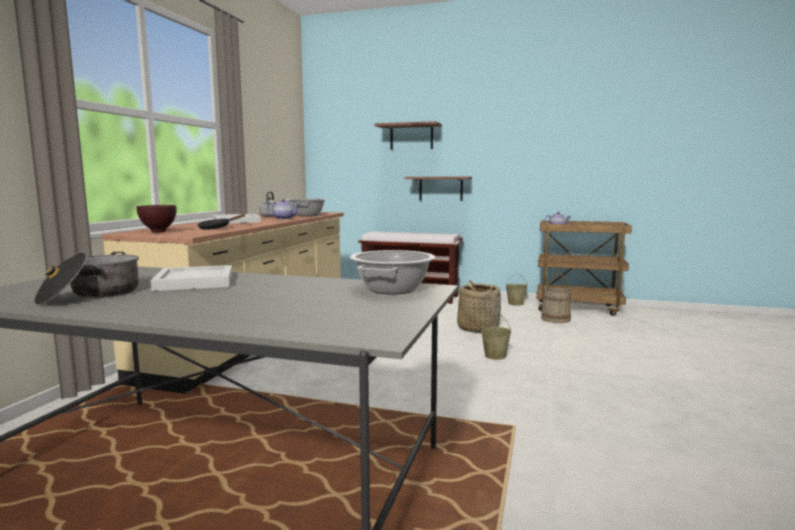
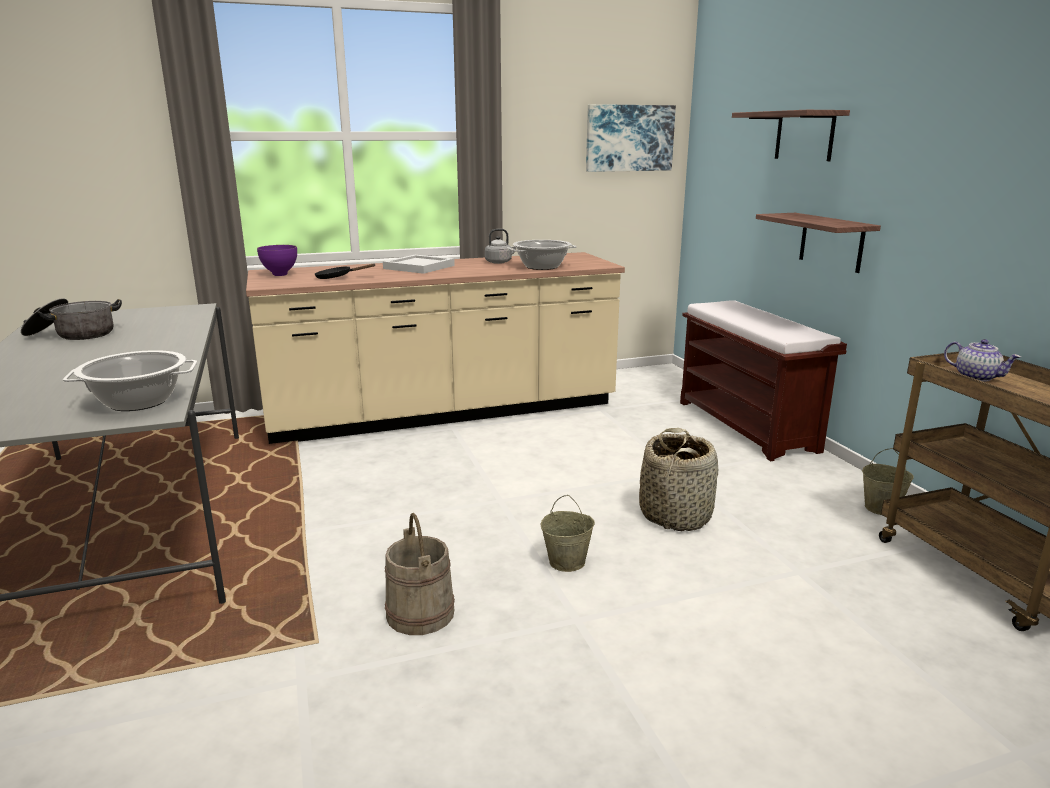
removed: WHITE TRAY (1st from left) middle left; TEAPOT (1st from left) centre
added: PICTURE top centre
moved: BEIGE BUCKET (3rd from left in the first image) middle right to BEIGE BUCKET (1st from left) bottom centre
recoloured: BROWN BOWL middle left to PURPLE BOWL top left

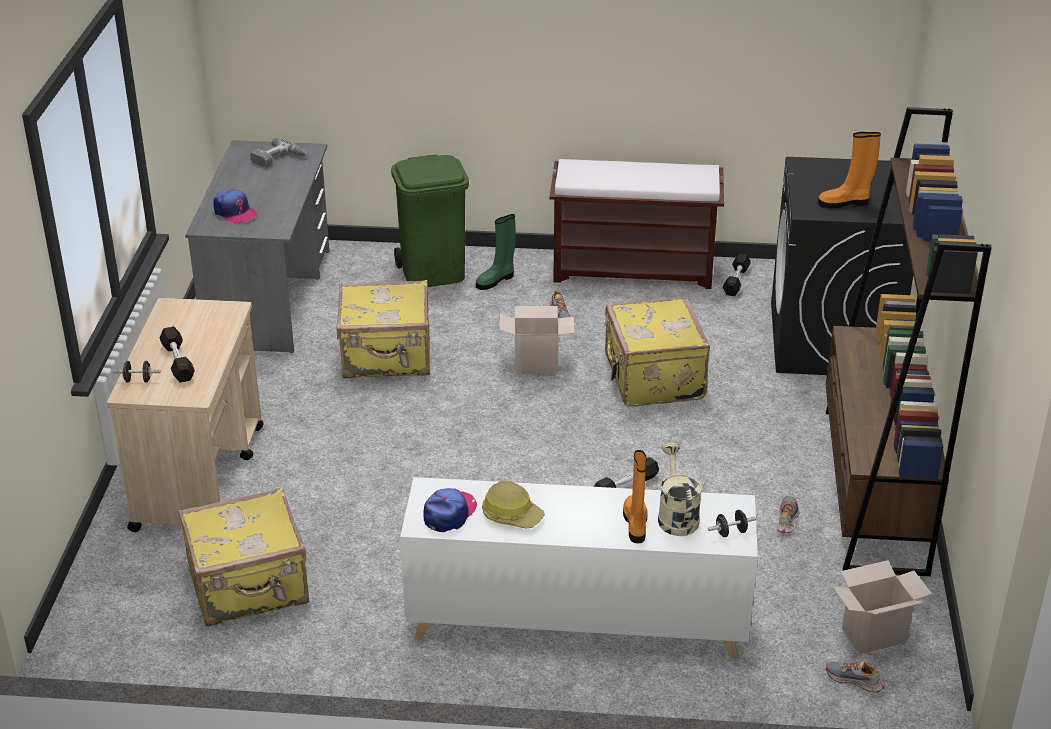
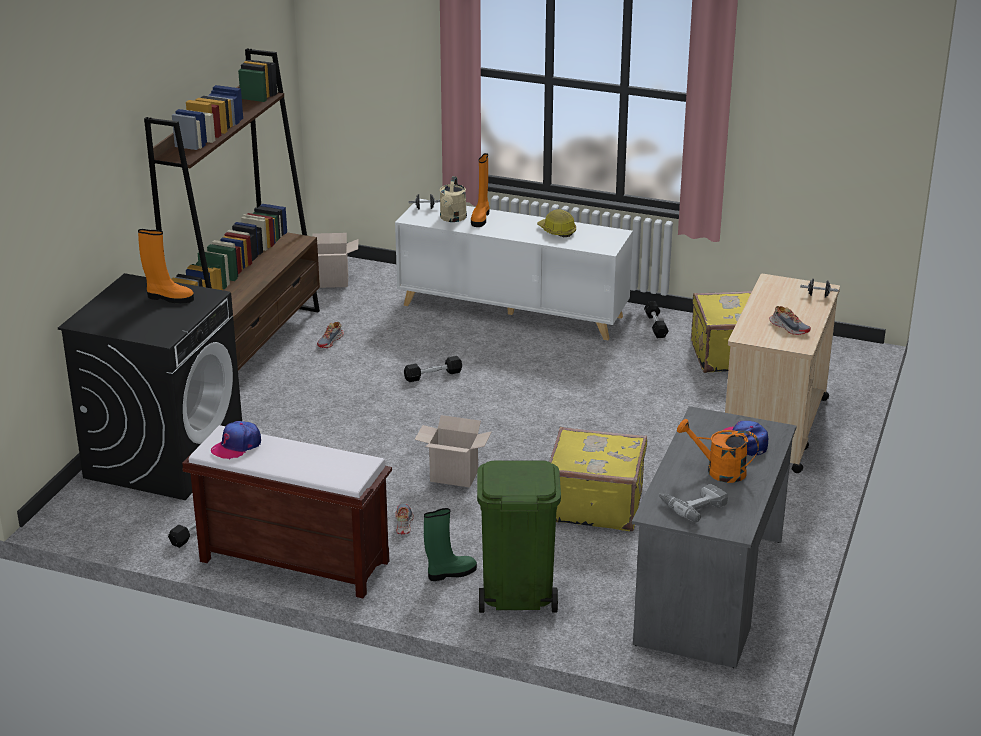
removed: YELLOW SUITCASE (3rd from left) centre
added: ORANGE WATERING CAN middle right
moved: CAP (2nd from left in the first image) bottom centre to CAP (1st from left) middle left; BLACK DUMBBELL (2nd from left in the first image) middle left to BLACK DUMBBELL (4th from left) middle right; SHOE (3rd from left) bottom right to middle right

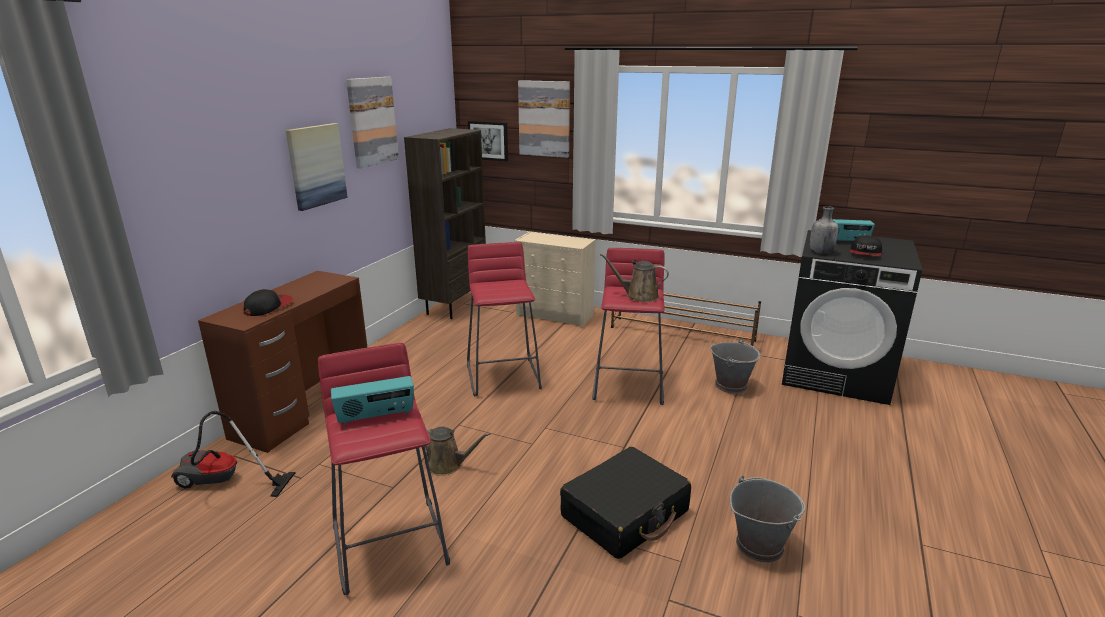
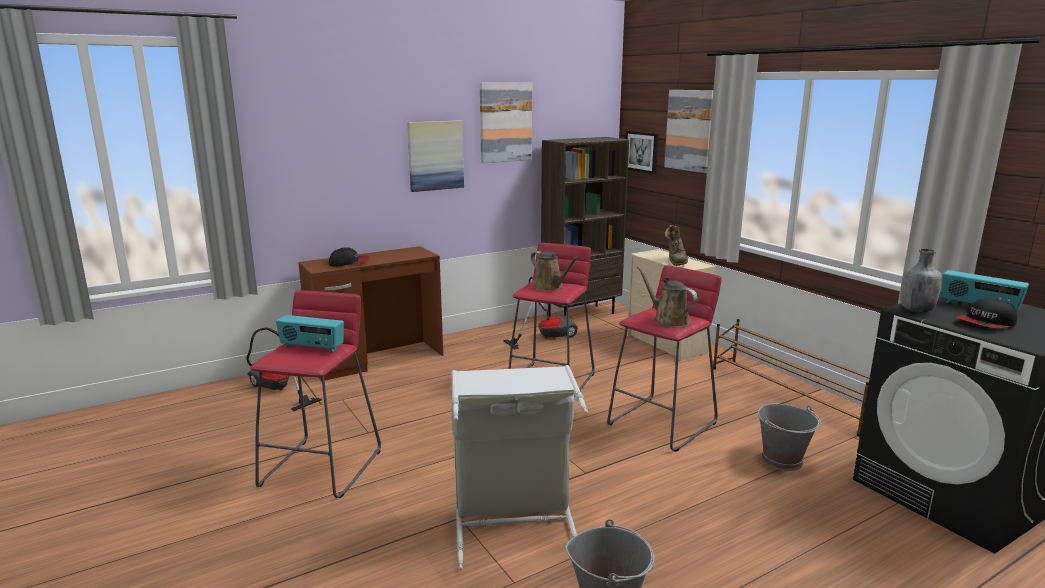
added: VACUUM CLEANER (2nd from left) centre; BROWN BOOT centre
moved: BROWN WATERING CAN (1st from left) bottom centre to centre
replaced: BLACK SUITCASE bottom centre to GREY LAUNDRY BASKET bottom centre

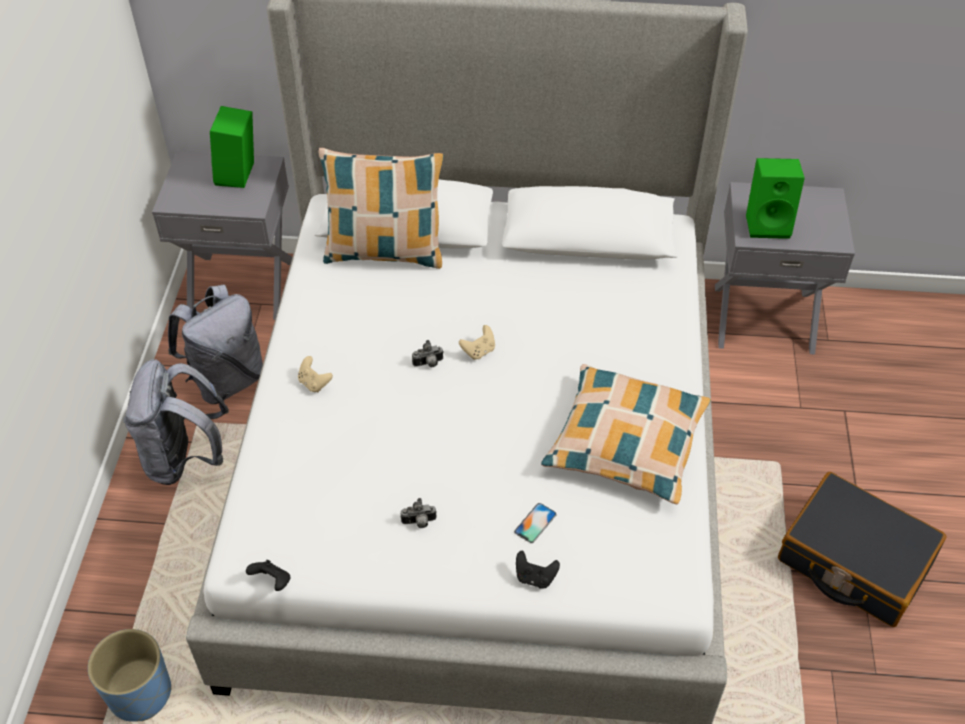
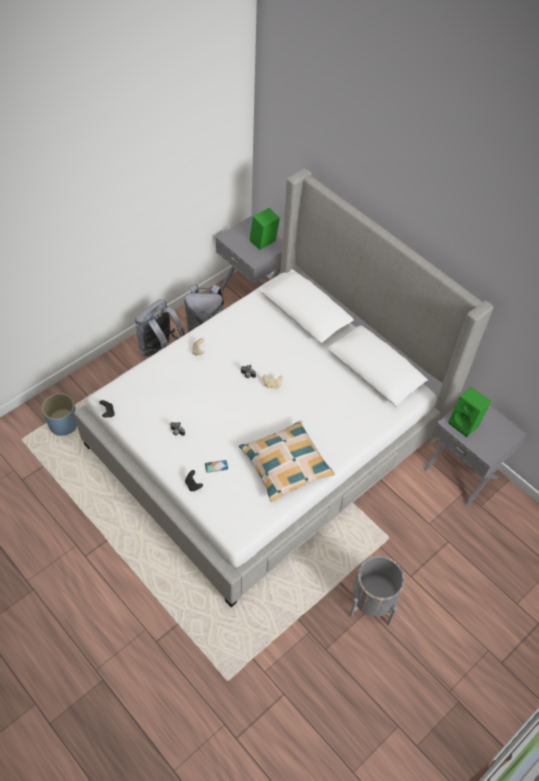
removed: PILLOW (1st from left) top centre
replaced: BLACK SUITCASE bottom right to GREY PLANTER bottom right

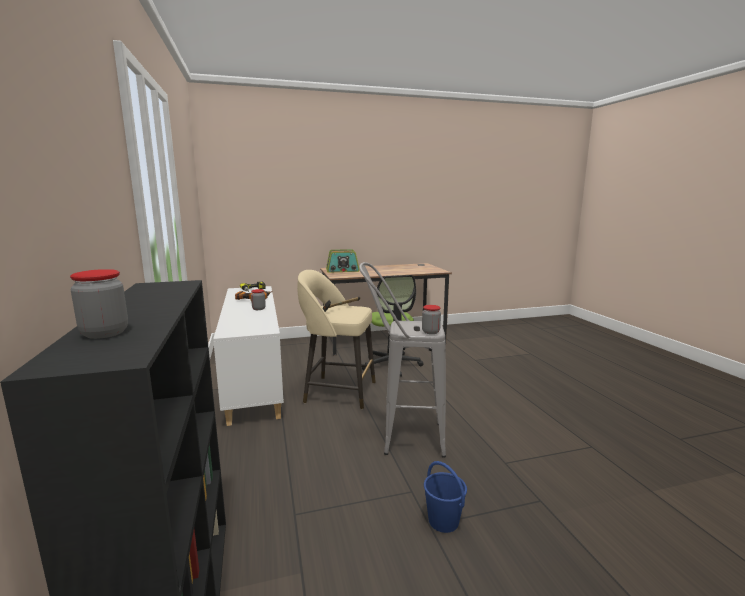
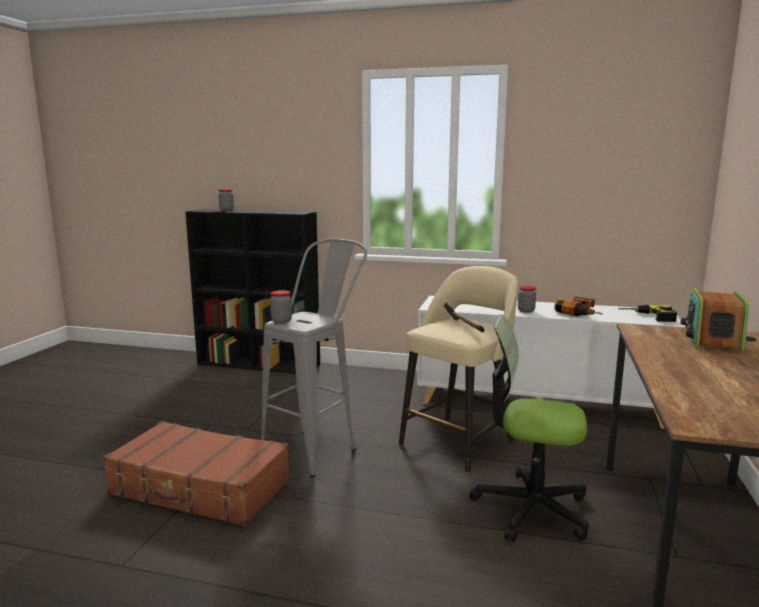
removed: BLUE BUCKET bottom centre
added: BROWN SUITCASE bottom left

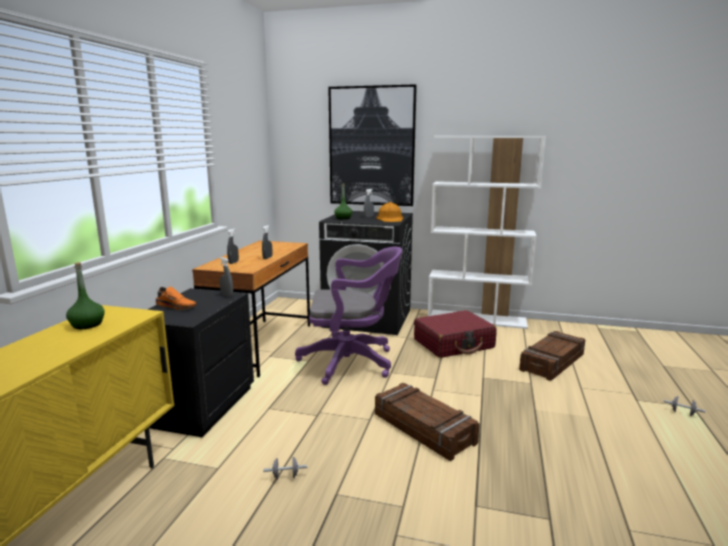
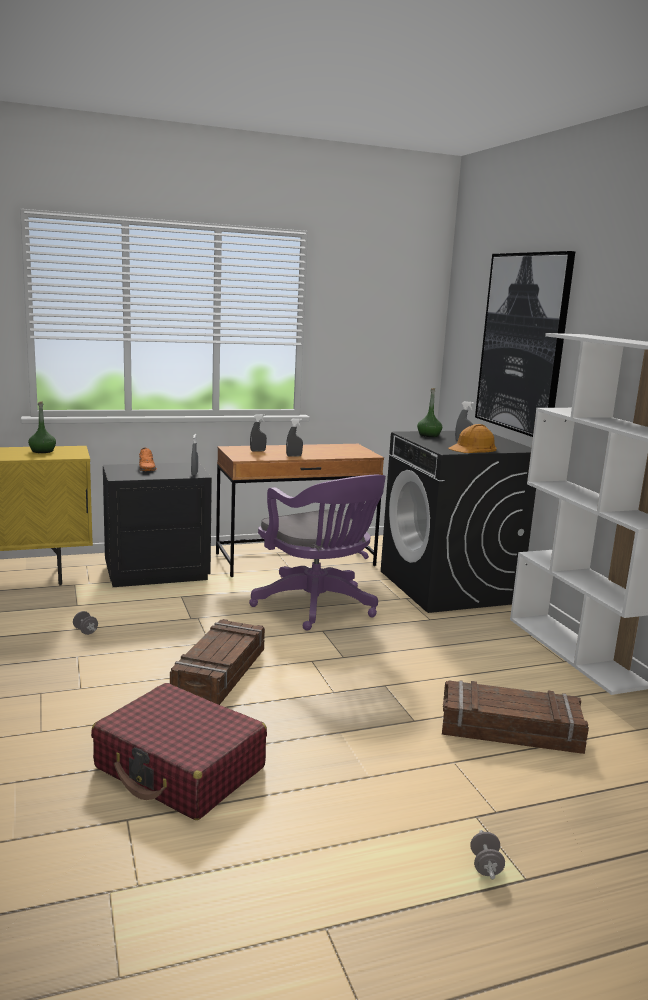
moved: RED SUITCASE centre to bottom left

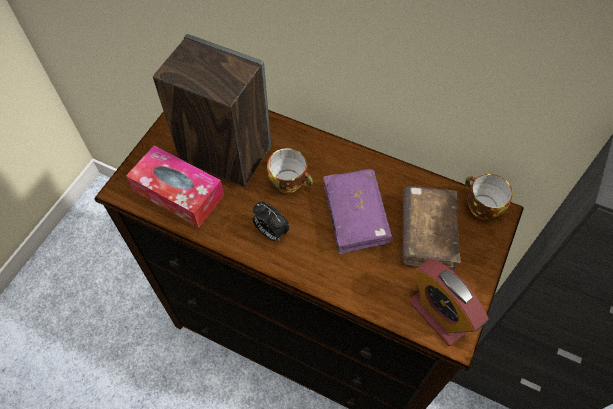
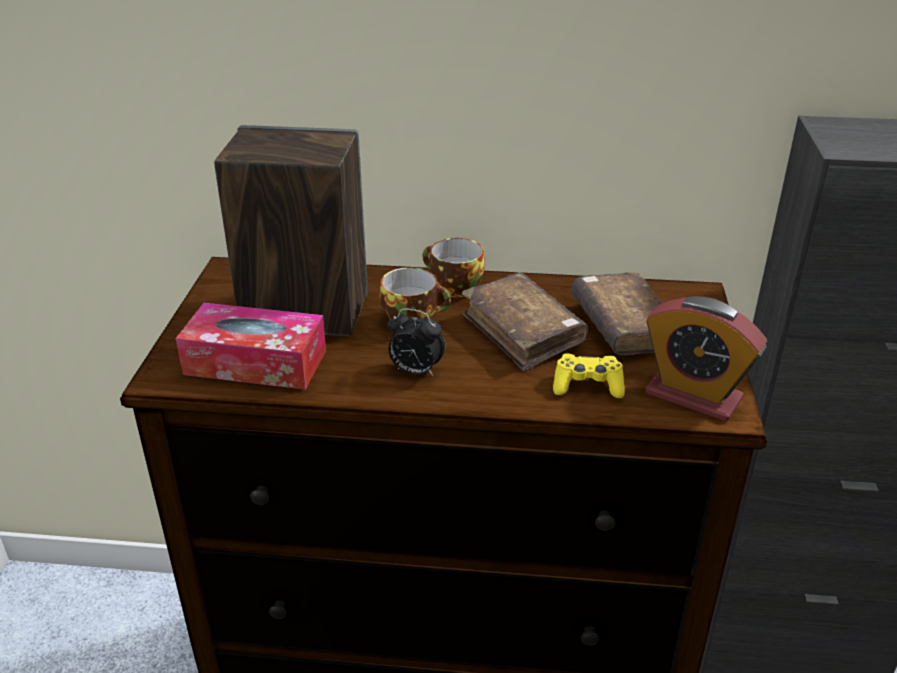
added: YELLOW GAME CONTROLLER centre
moved: CUP (2nd from left) middle right to centre
recoloured: PURPLE BOOK centre to BROWN BOOK (1st from left) centre

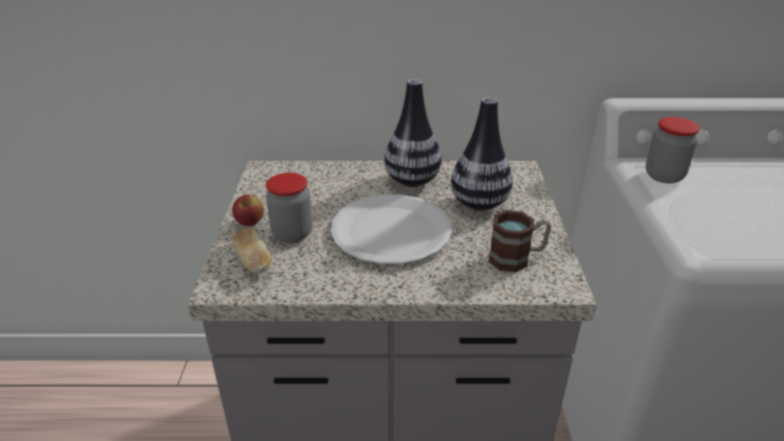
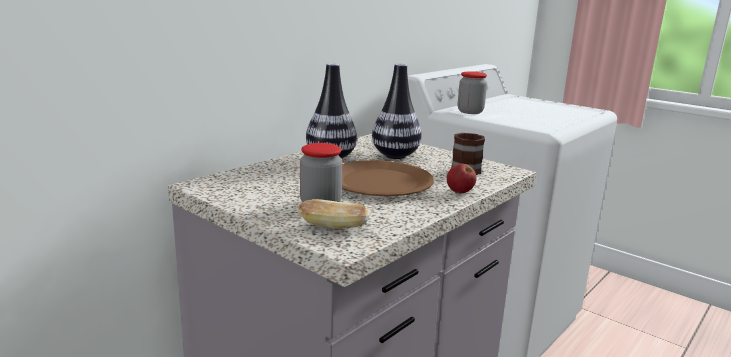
moved: APPLE middle left to centre
recoloured: WHITE PLATE centre to BROWN PLATE centre

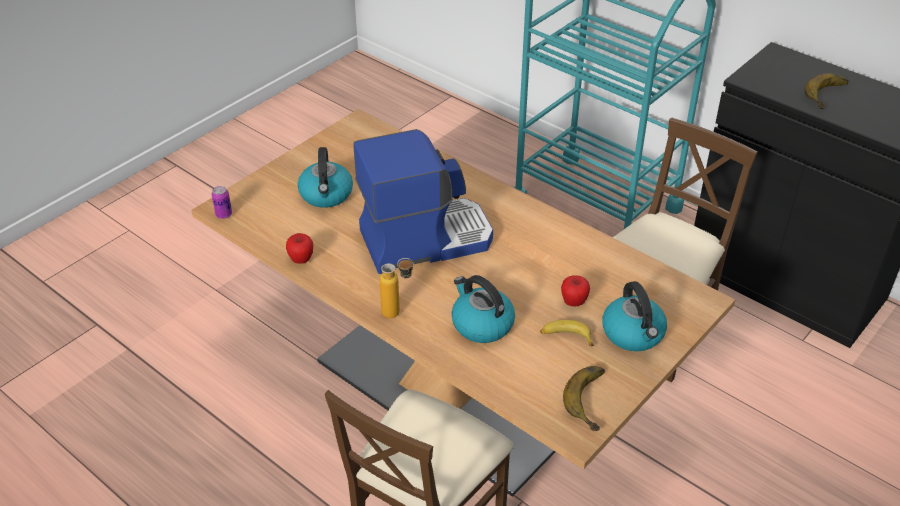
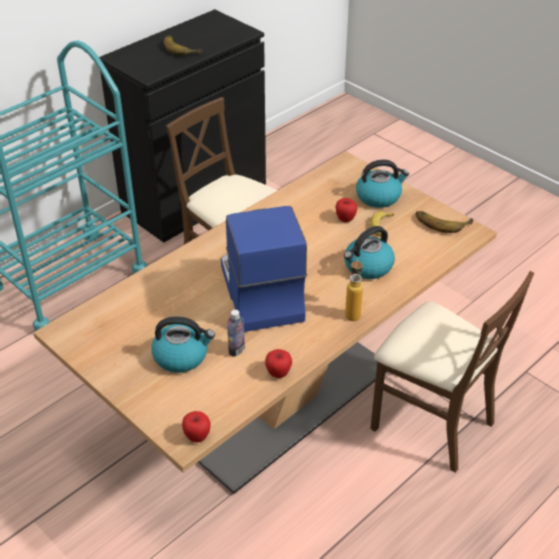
added: BOTTLE (1st from left) centre
replaced: CAN middle left to APPLE (1st from left) bottom centre

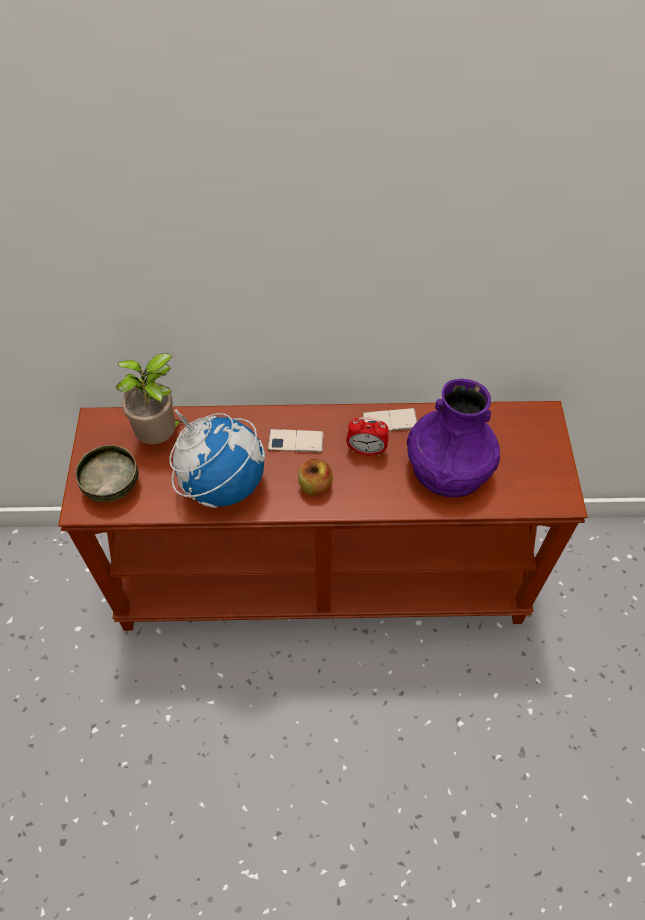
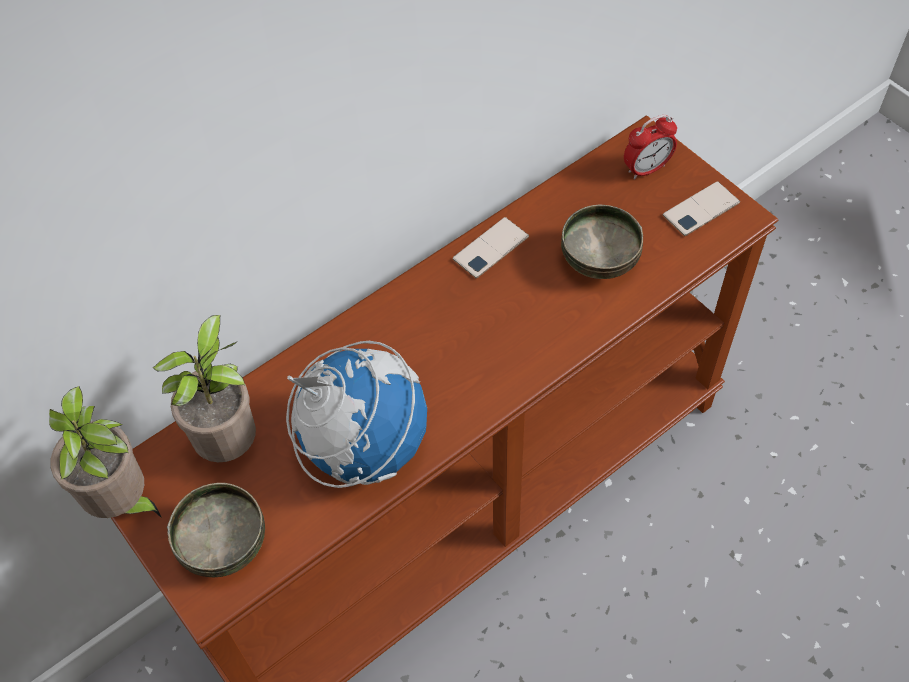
removed: APPLE centre
added: POTTED PLANT (1st from left) middle left
moved: ALARM CLOCK centre to top right; PHONE (1st from left in the first image) centre to PHONE (2nd from left) top right
replaced: PURPLE VASE middle right to BOWL (2nd from left) centre

